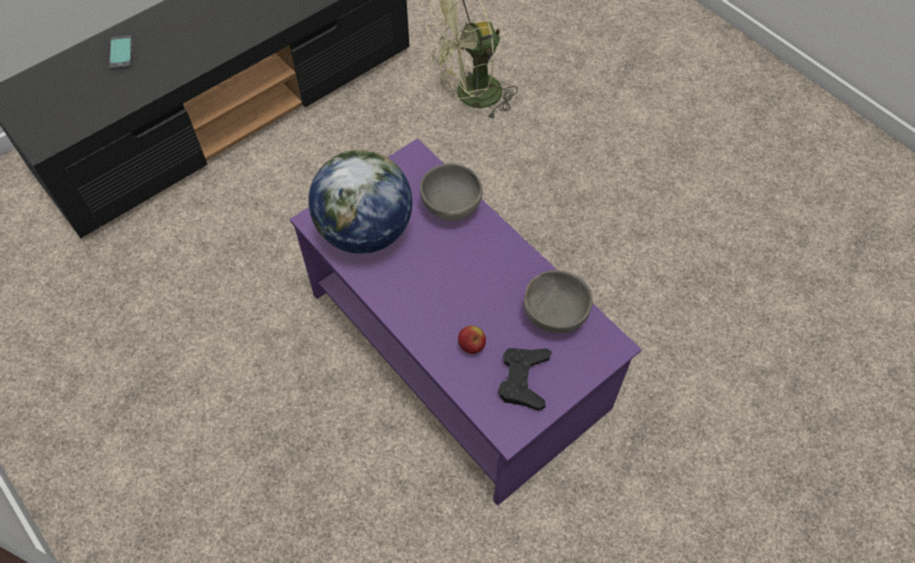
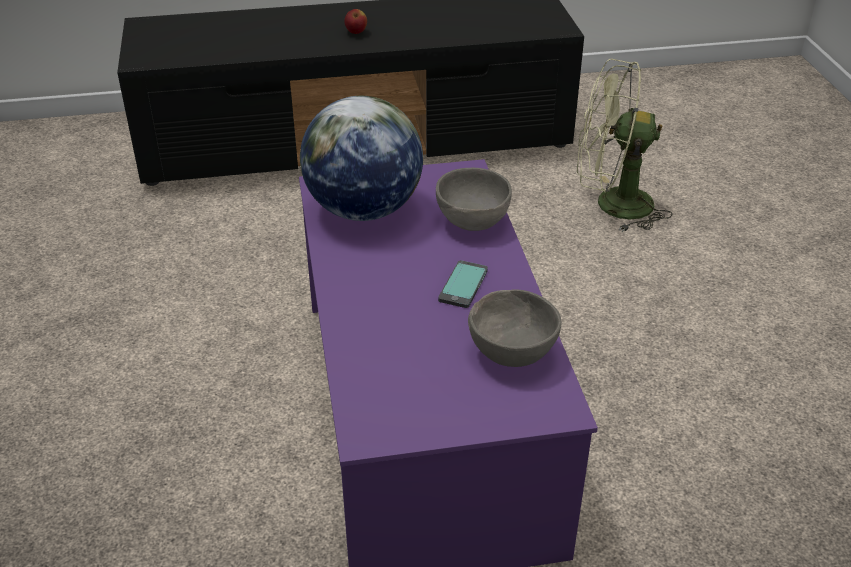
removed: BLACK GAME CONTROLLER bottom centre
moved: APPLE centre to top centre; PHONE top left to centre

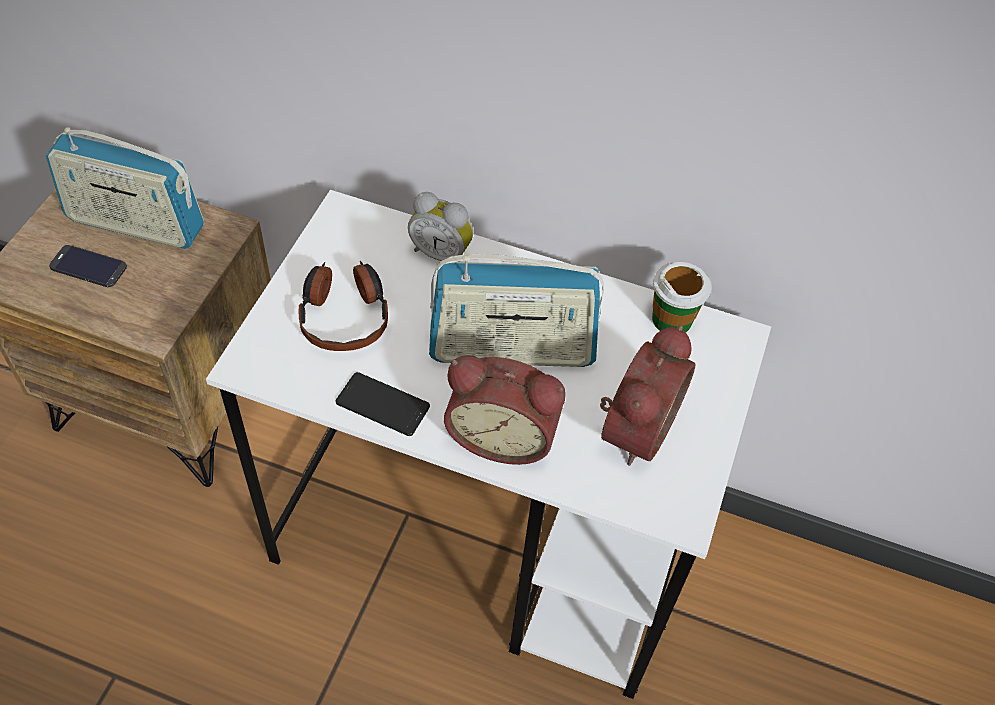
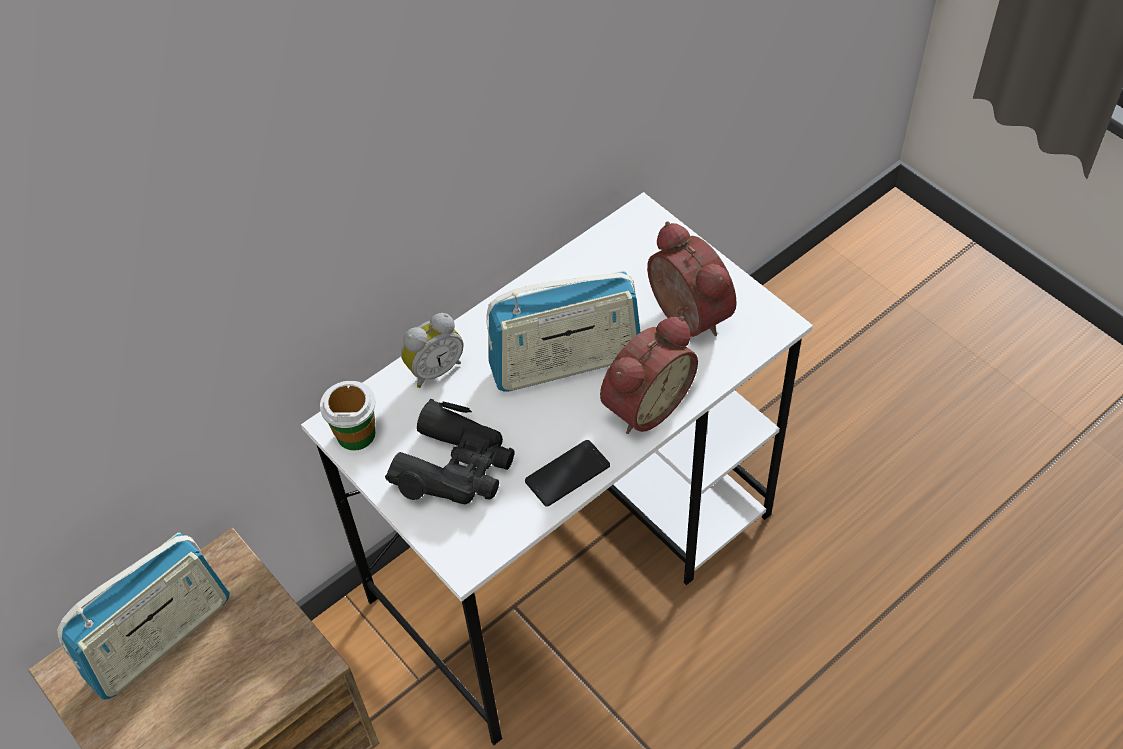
removed: PHONE (1st from left) middle left
moved: CUP middle right to middle left
replaced: HEADPHONES centre to BLACK BINOCULARS centre
turned: RADIO (2nd from left) centre = centre 45 degrees clockwise

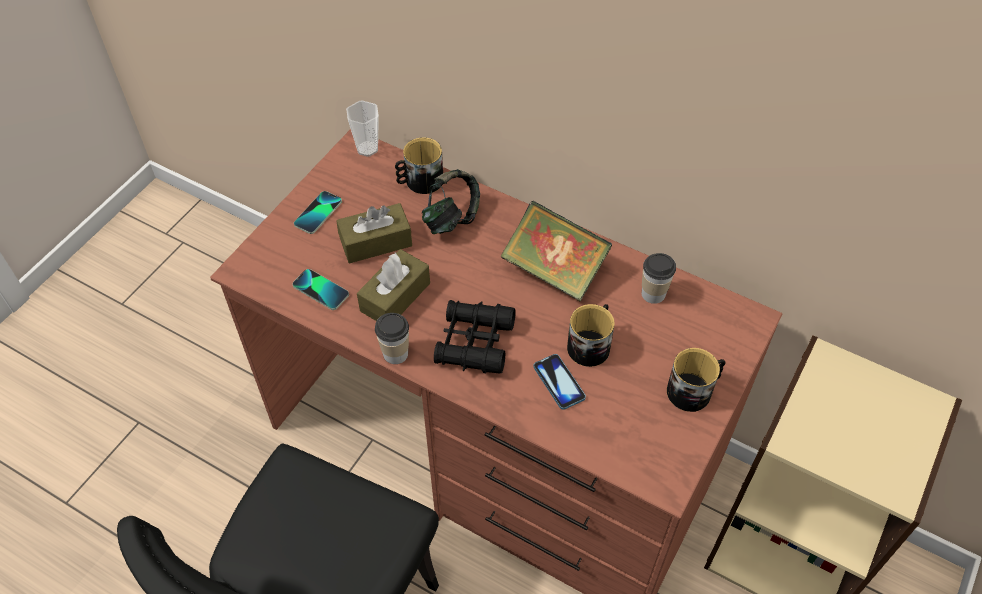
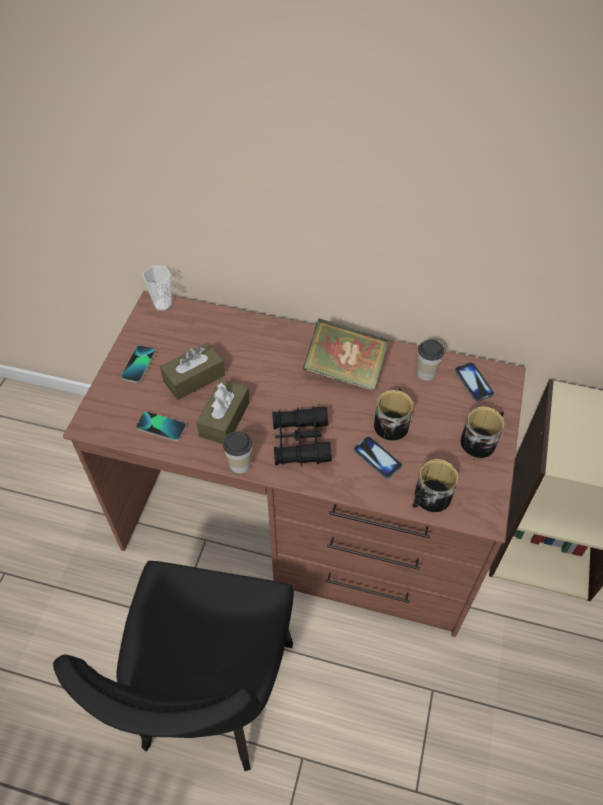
removed: HEADPHONES centre
added: PHONE (4th from left) middle right
moved: MUG (1st from left in the first image) top centre to MUG (2nd from left) middle right

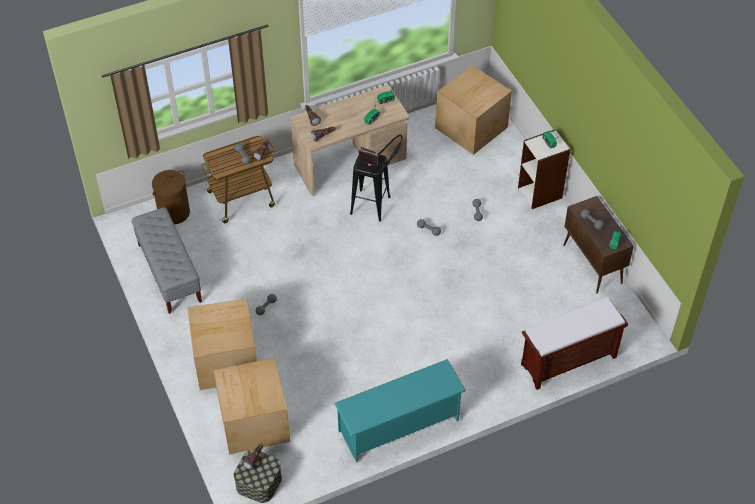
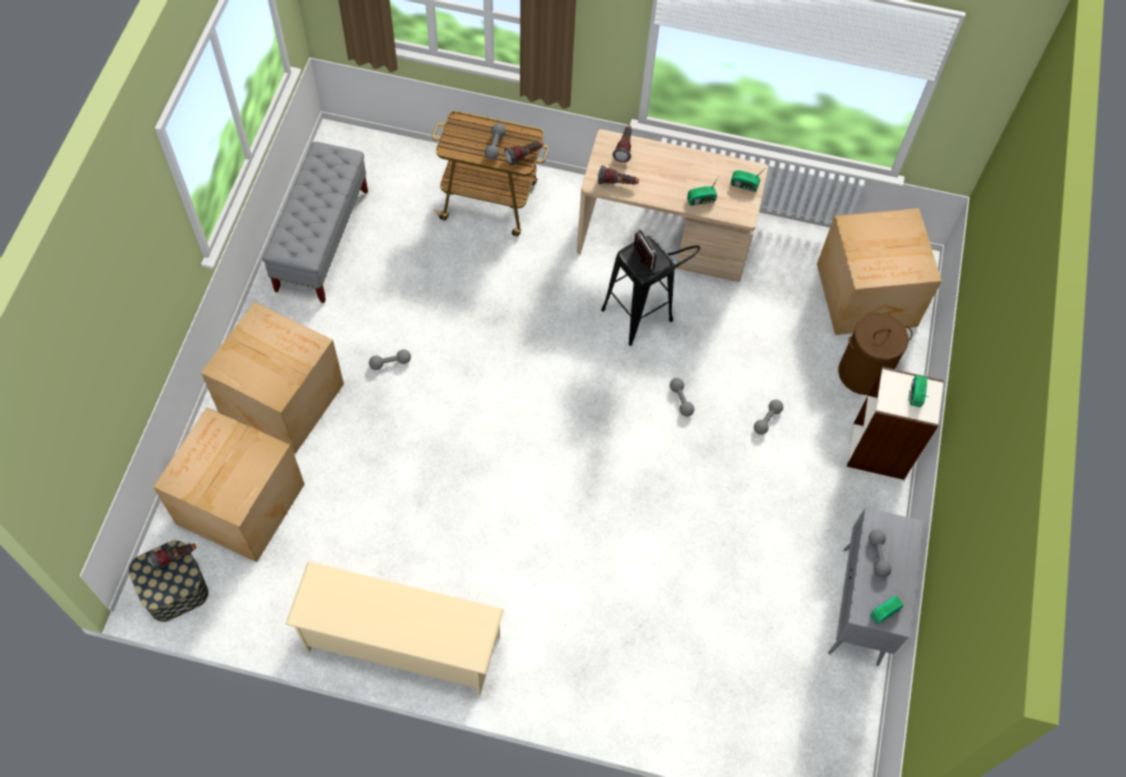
removed: BROWN BENCH bottom right
moved: BROWN LAUNDRY BASKET middle left to middle right
recoloured: TURQUOISE SHOE RACK bottom centre to BEIGE SHOE RACK bottom centre; BROWN CABINET middle right to GREY CABINET bottom right

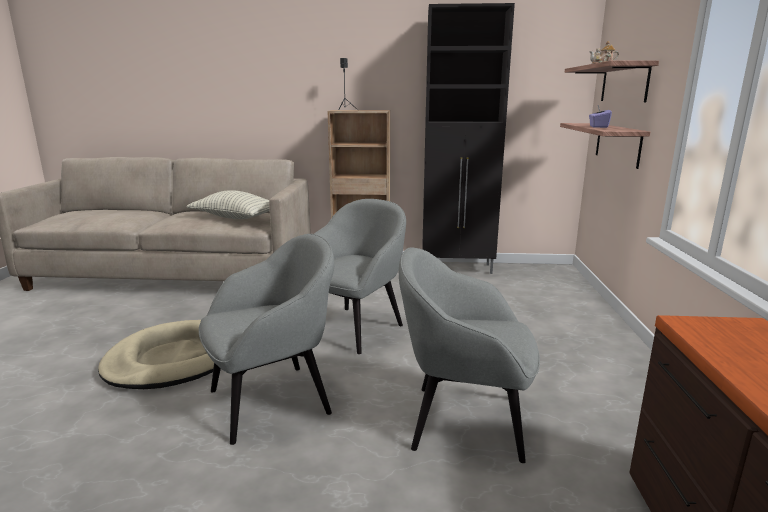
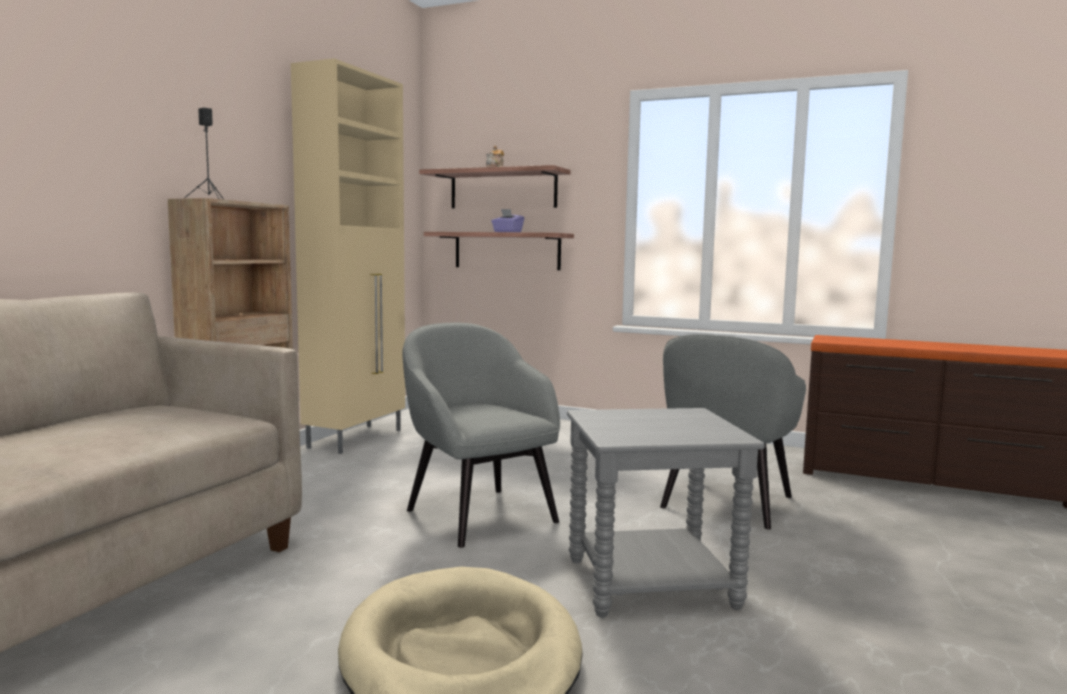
removed: PILLOW middle left
replaced: GREY ARMCHAIR (1st from left) centre to GREY SIDE TABLE bottom centre
recoloured: BLACK CABINET top centre to BEIGE CABINET middle left

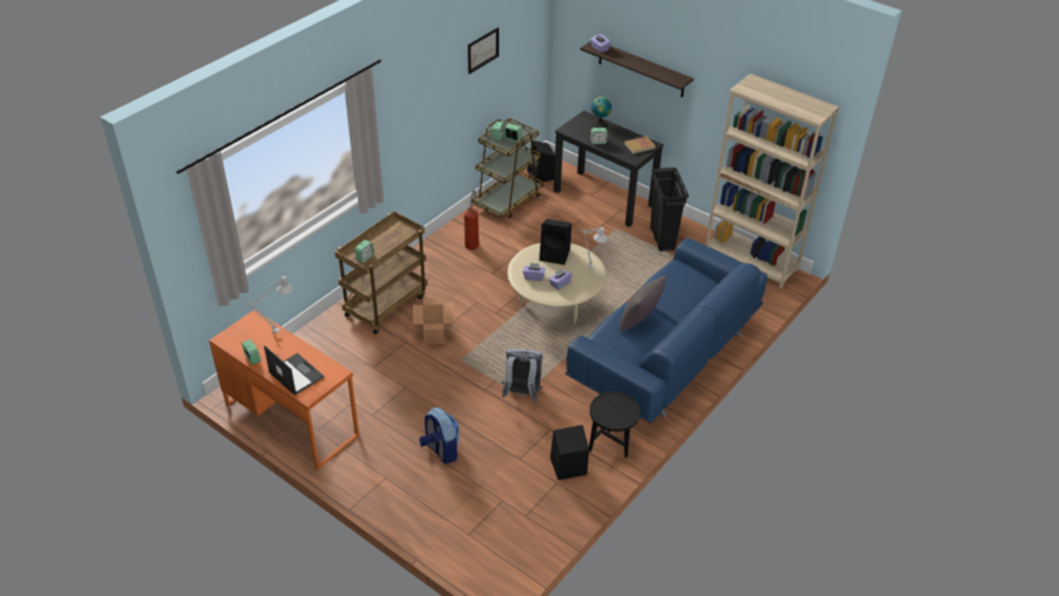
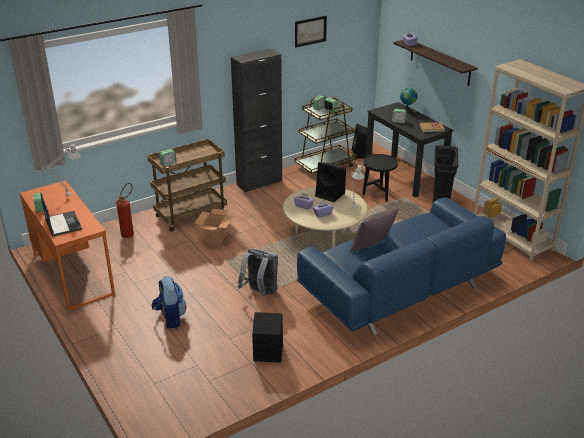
added: BLACK CABINET top centre
moved: FIRE EXTINGUISHER centre to middle left; BLACK SIDE TABLE bottom centre to centre

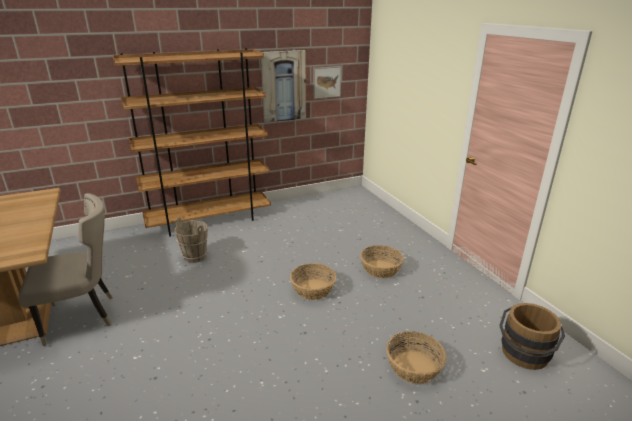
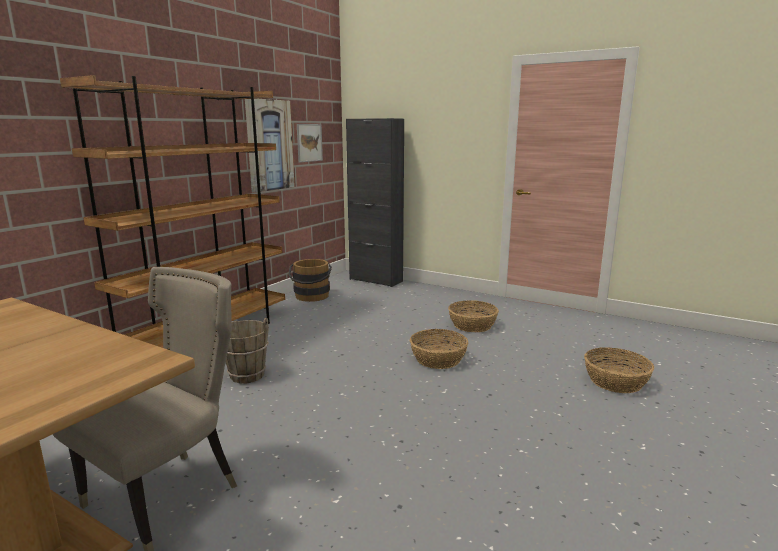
added: BLACK CABINET centre
moved: BROWN BUCKET (2nd from left) bottom right to centre

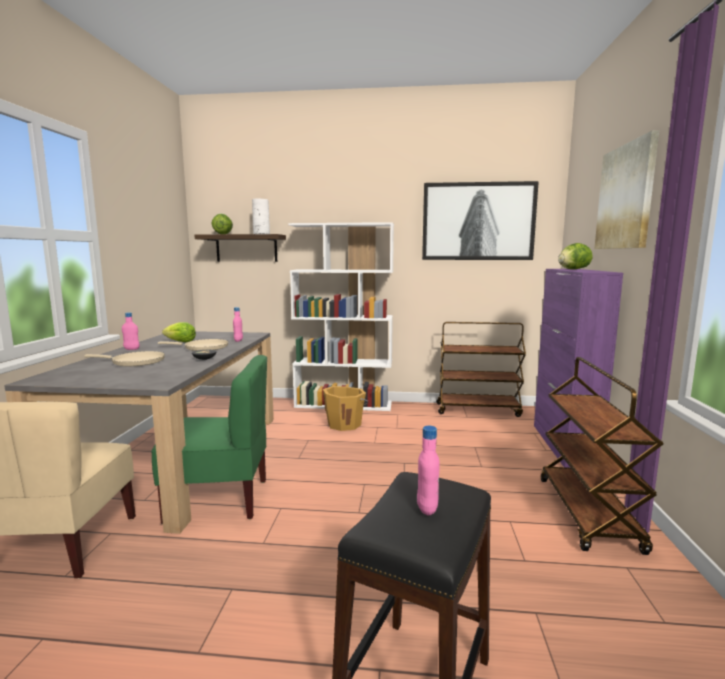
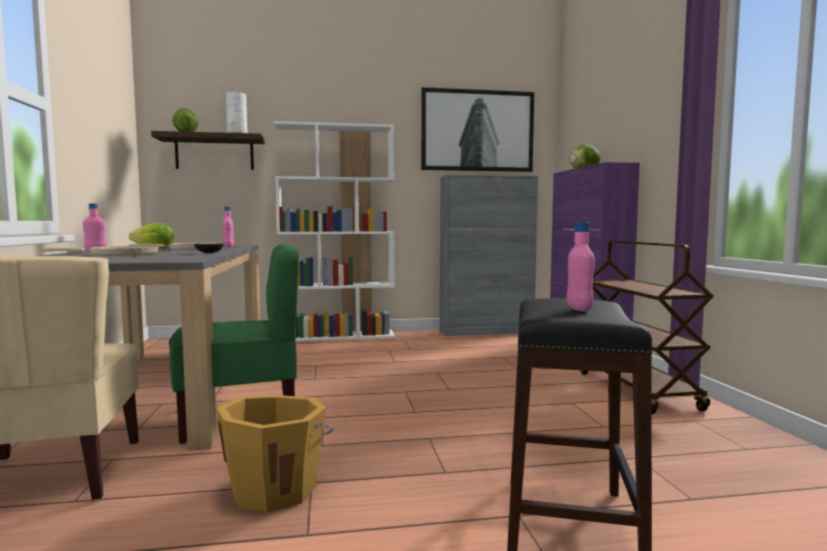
removed: PICTURE (2nd from left) top right
moved: ORANGE BUCKET centre to bottom left
replaced: BROWN CART (1st from left) centre to GREY CABINET centre

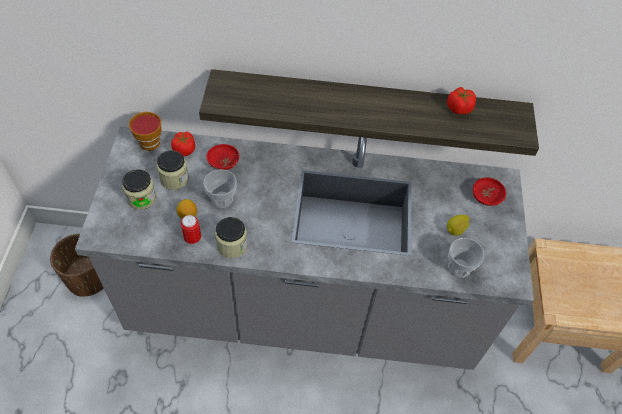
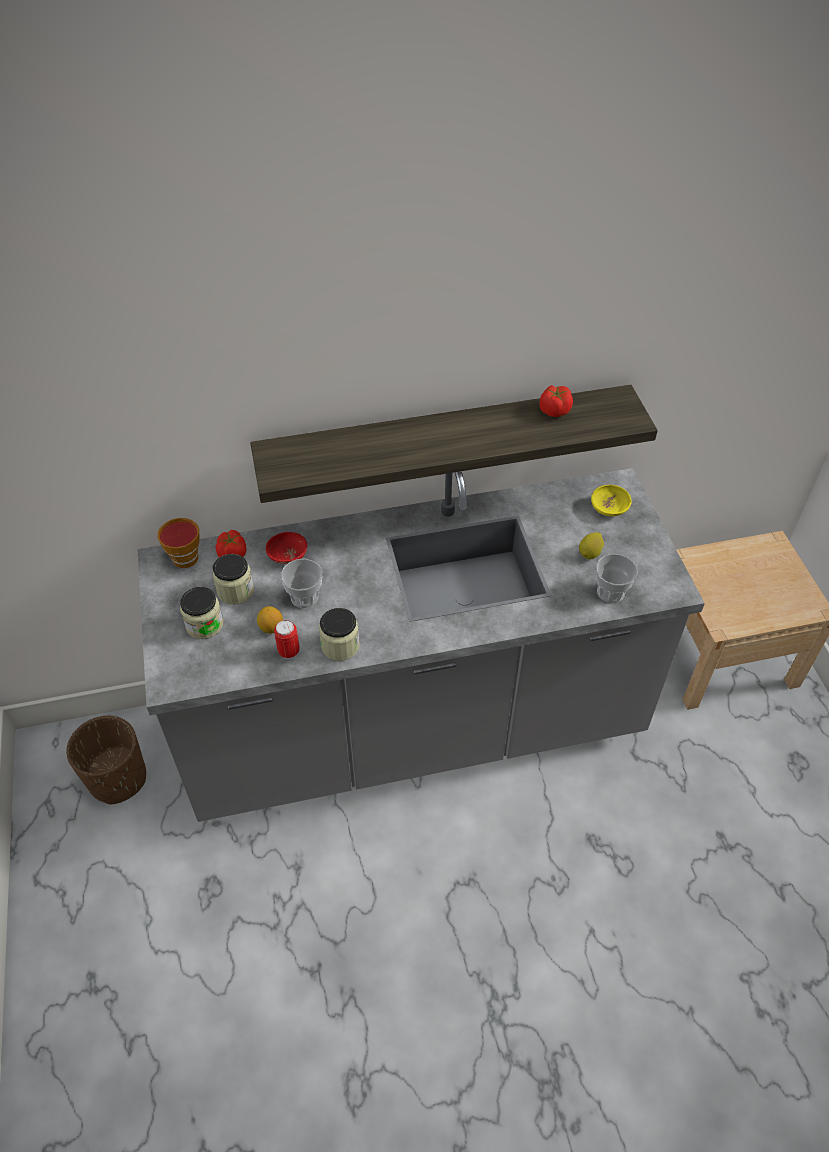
recoloured: RED BOWL (2nd from left) middle right to YELLOW BOWL middle right

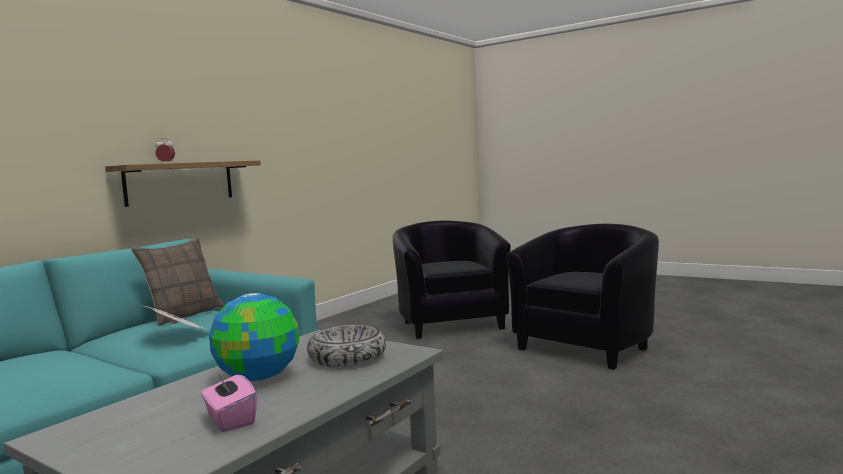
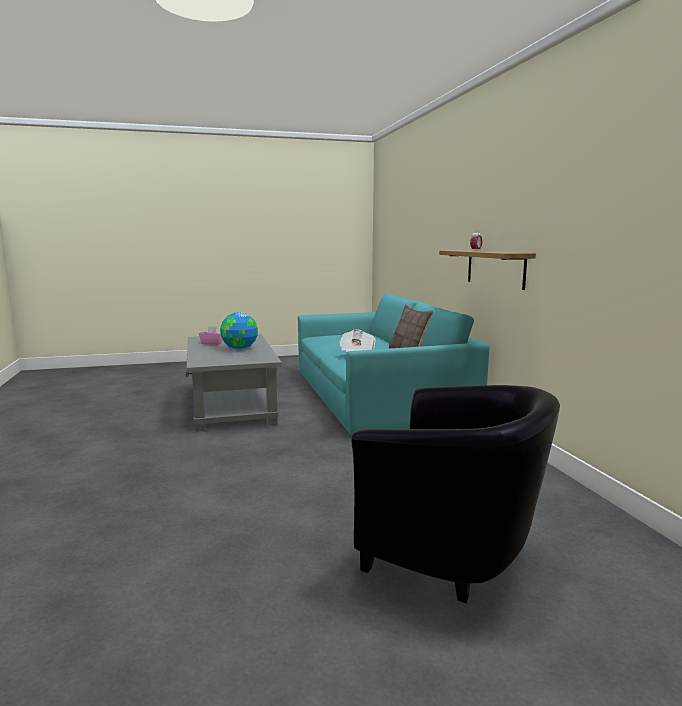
removed: BOWL bottom centre; BLACK ARMCHAIR (2nd from left) middle right

